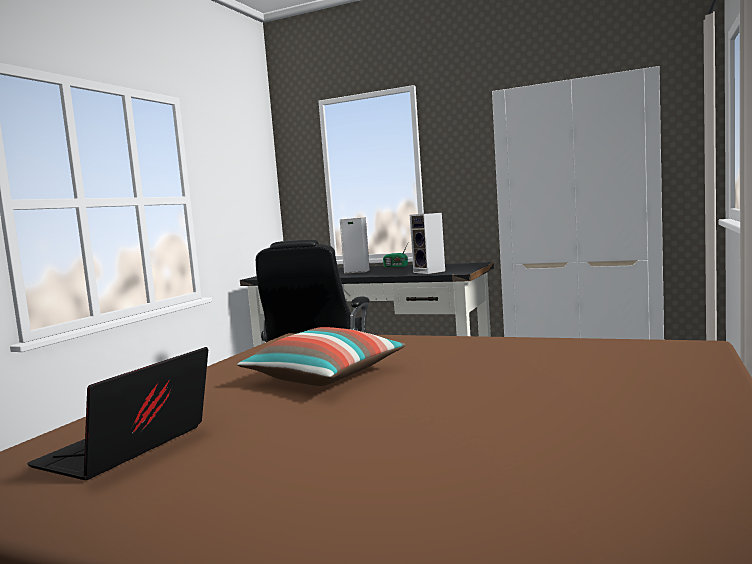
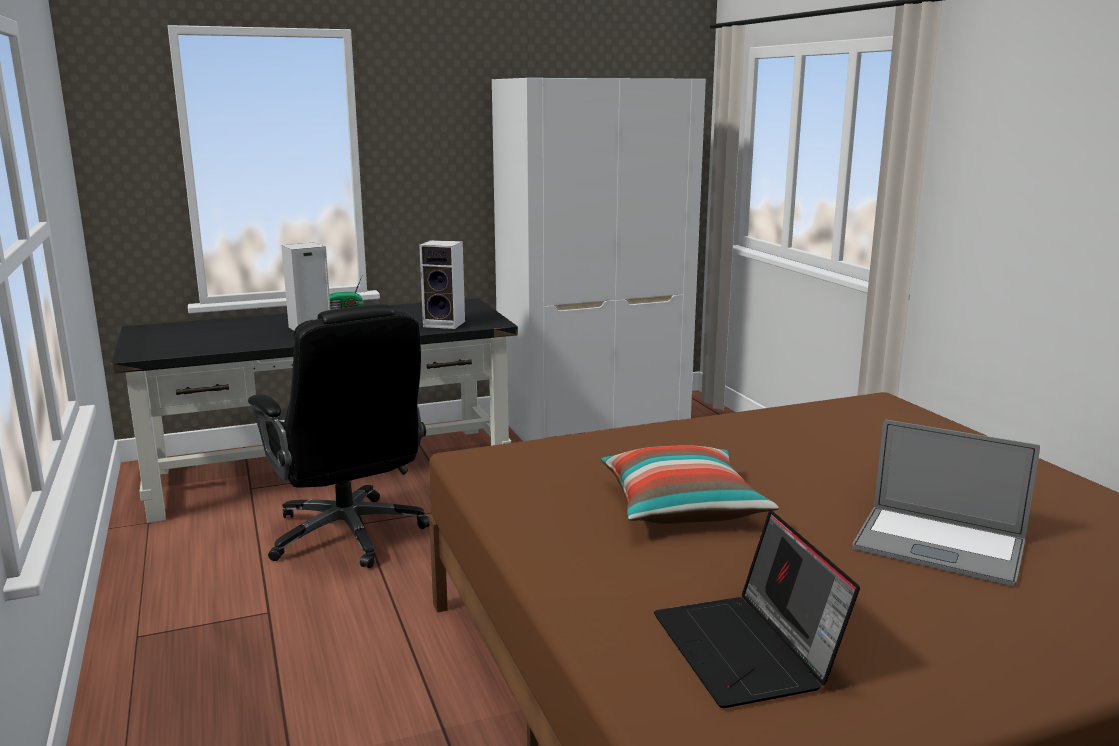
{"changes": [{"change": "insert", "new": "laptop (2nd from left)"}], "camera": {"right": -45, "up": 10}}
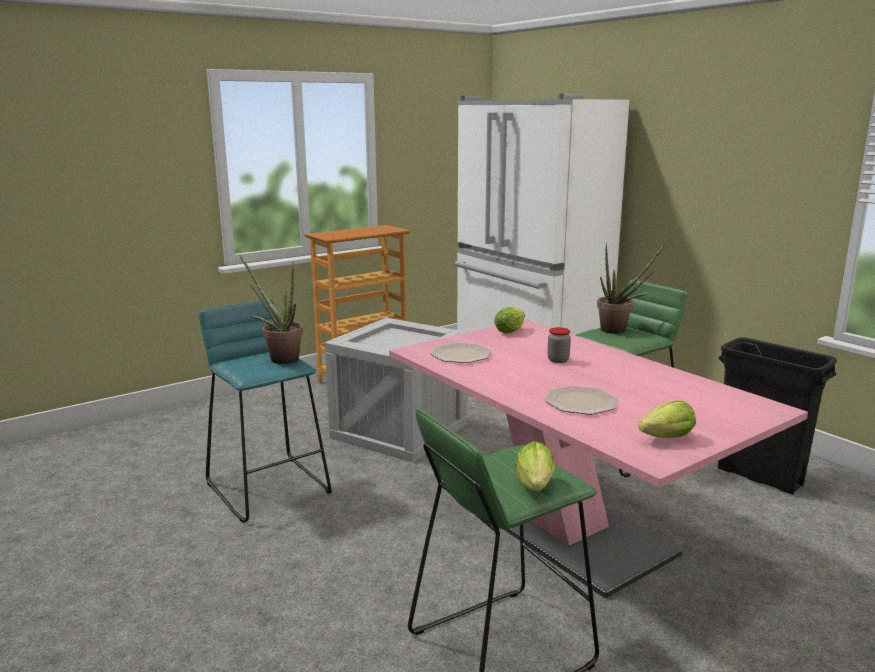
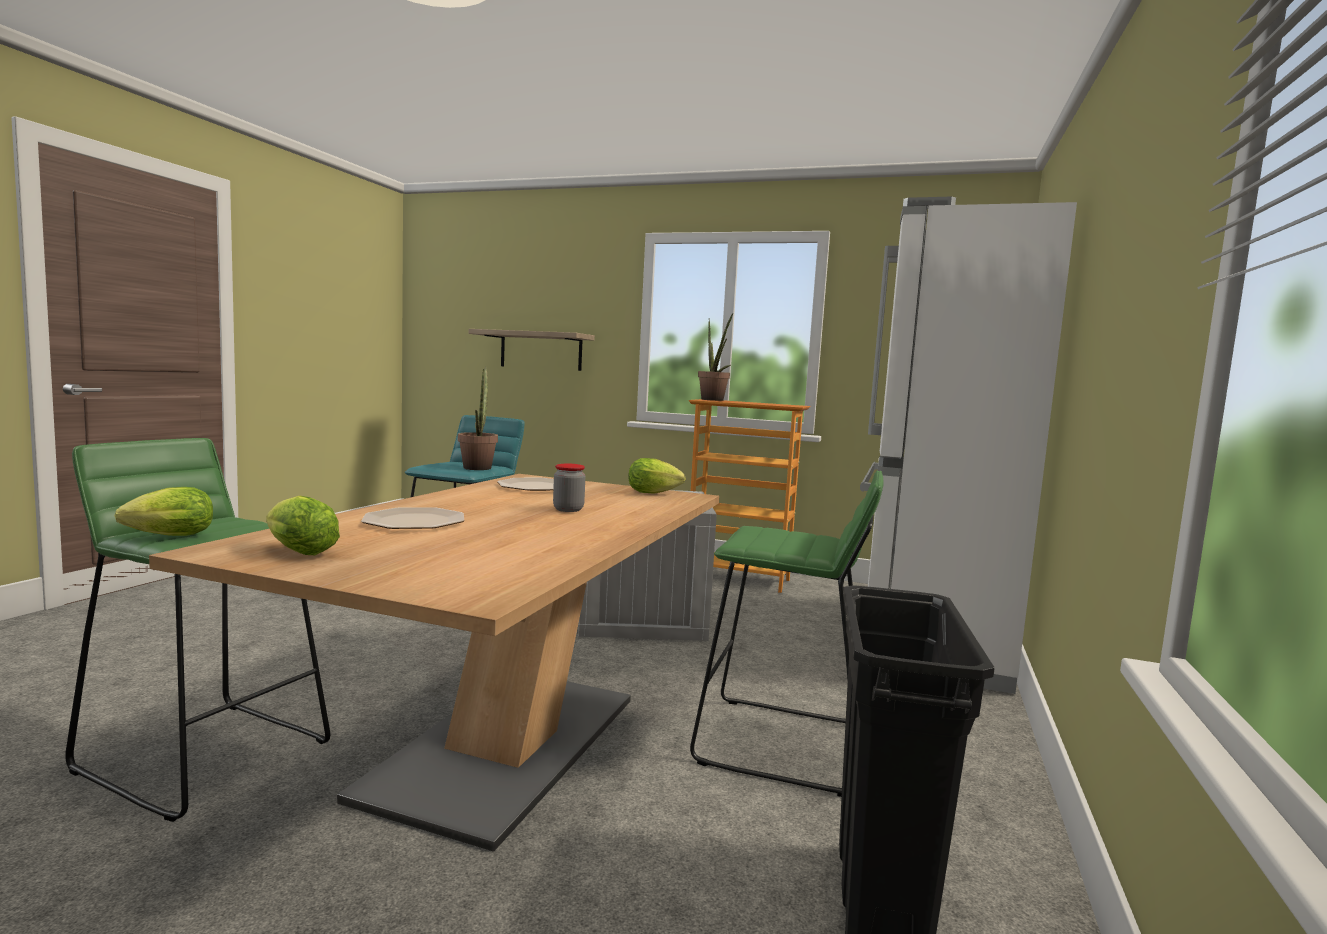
{"changes": [{"change": "recolor", "old": "pink dining table", "new": "brown dining table"}, {"change": "move", "old": "potted plant (2nd from left)"}, {"change": "insert", "new": "shelf"}], "camera": {"right": 55, "up": -10}}
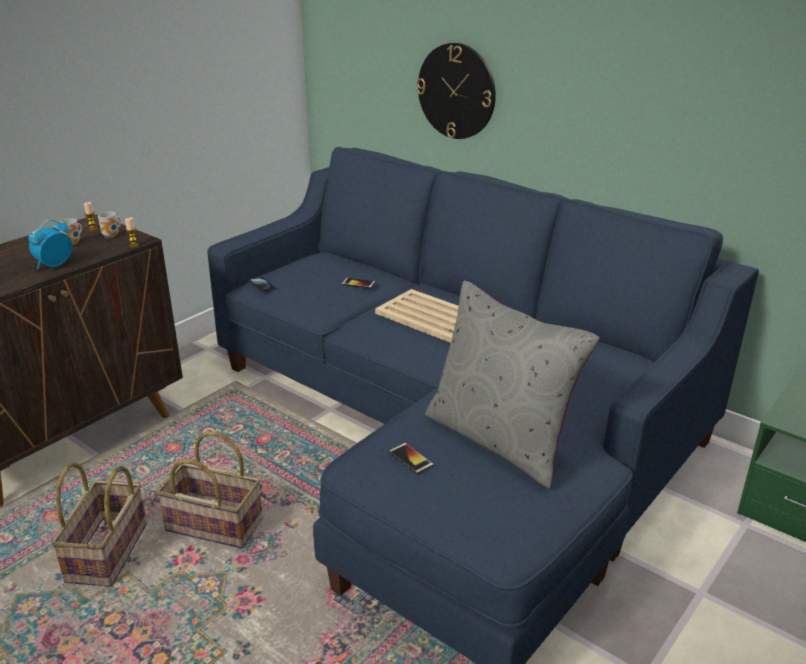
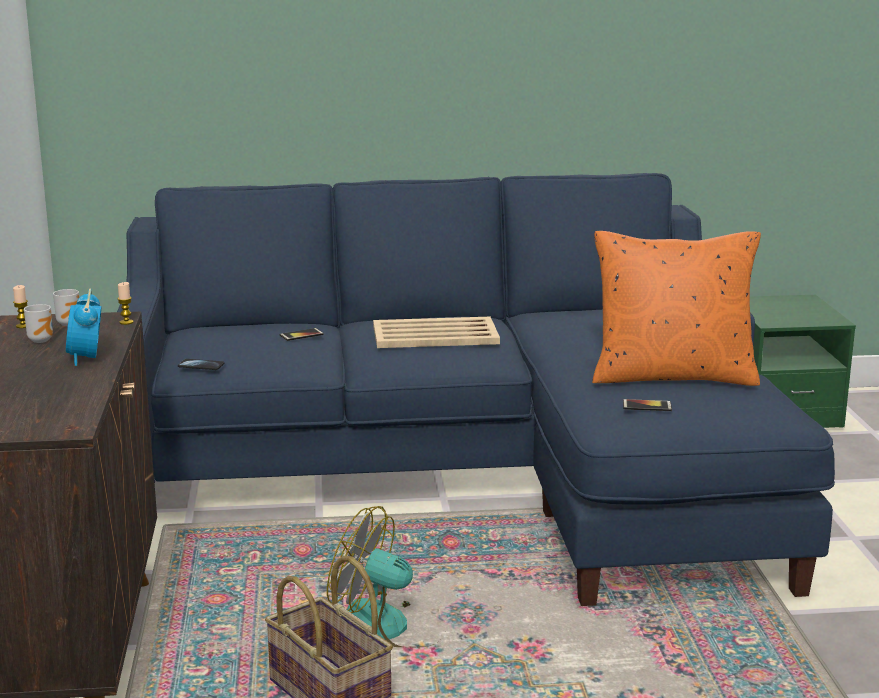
{"changes": [{"change": "replace", "old": "basket (2nd from left)", "new": "fan"}, {"change": "delete", "old": "wall clock"}, {"change": "recolor", "old": "grey pillow", "new": "orange pillow"}], "camera": {"right": -45, "up": -10}}
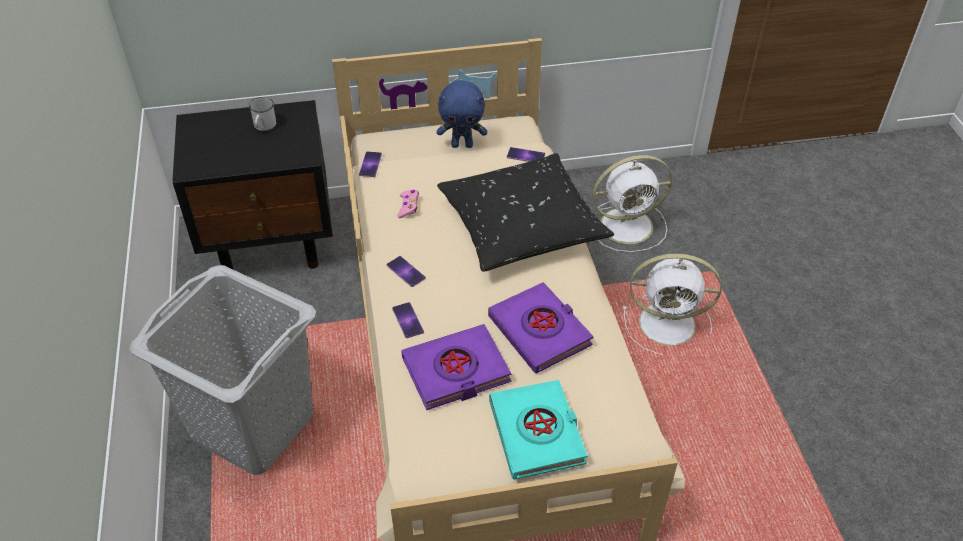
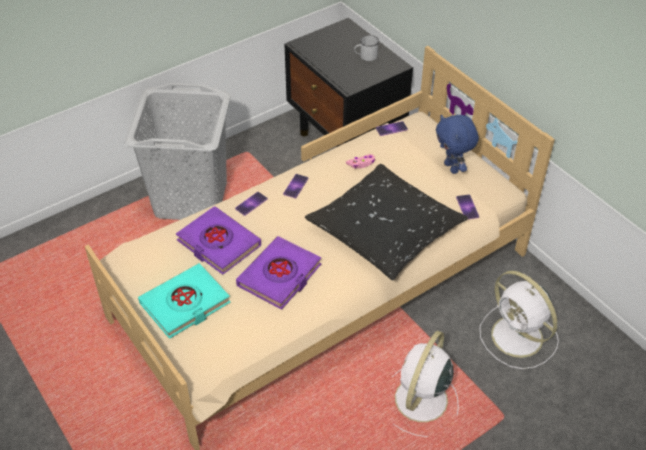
{"changes": [{"change": "rotate", "old": "white fan (2nd from left in the first image)", "degrees": 45}], "camera": {"right": 65, "up": 0}}
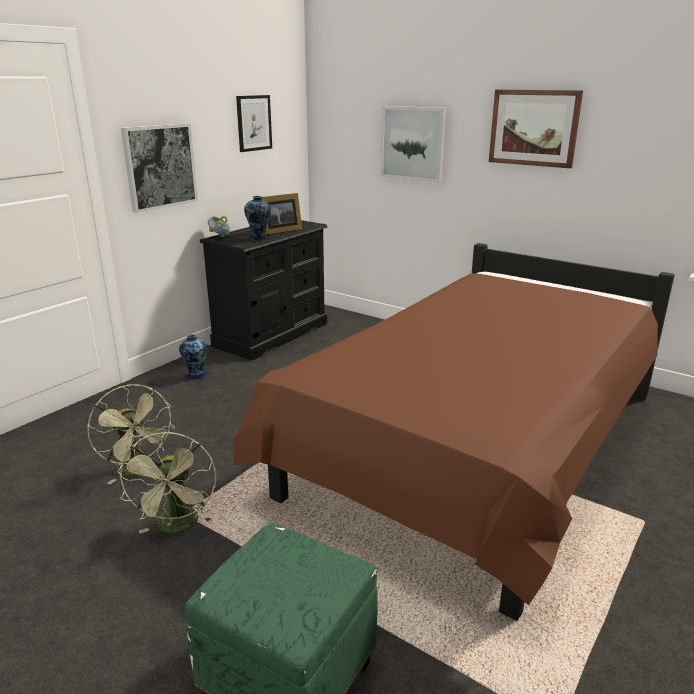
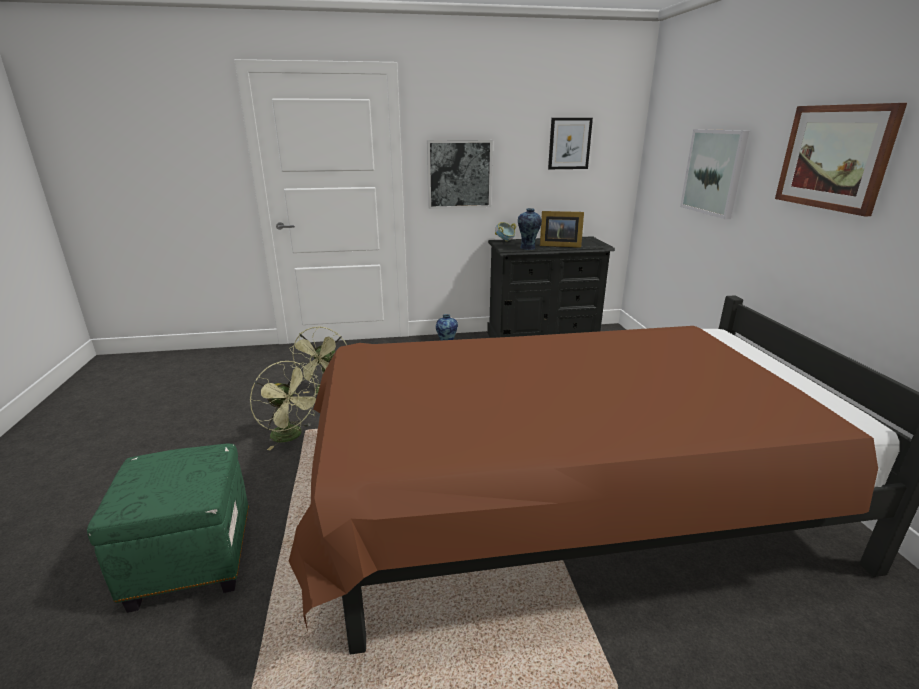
{"changes": [{"change": "rotate", "old": "green fan (2nd from left in the first image)", "degrees": -90}], "camera": {"right": 45, "up": 0}}
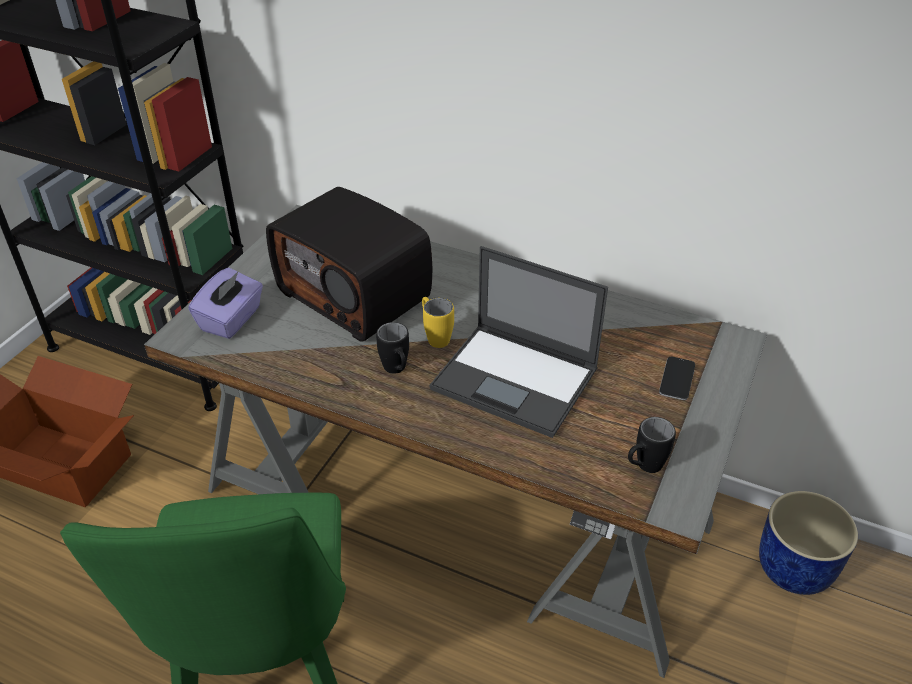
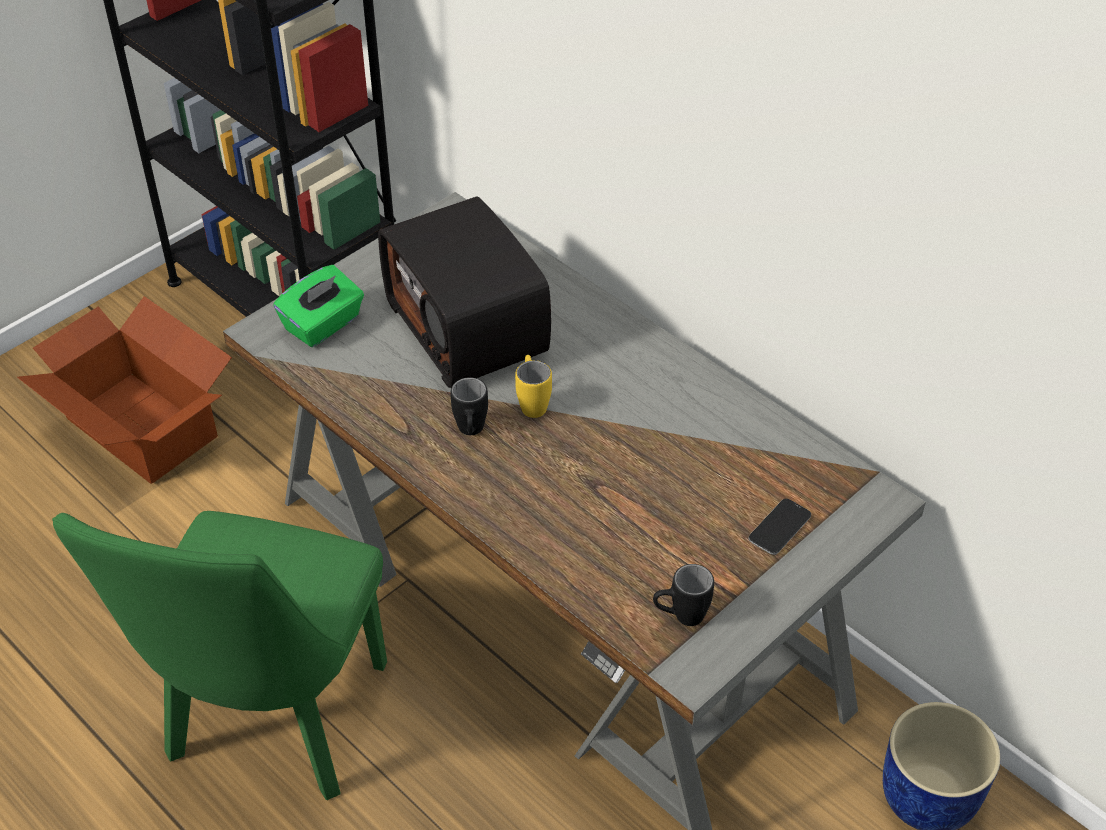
{"changes": [{"change": "recolor", "old": "purple tissue box", "new": "green tissue box"}, {"change": "delete", "old": "laptop"}], "camera": {"right": 20, "up": 5}}
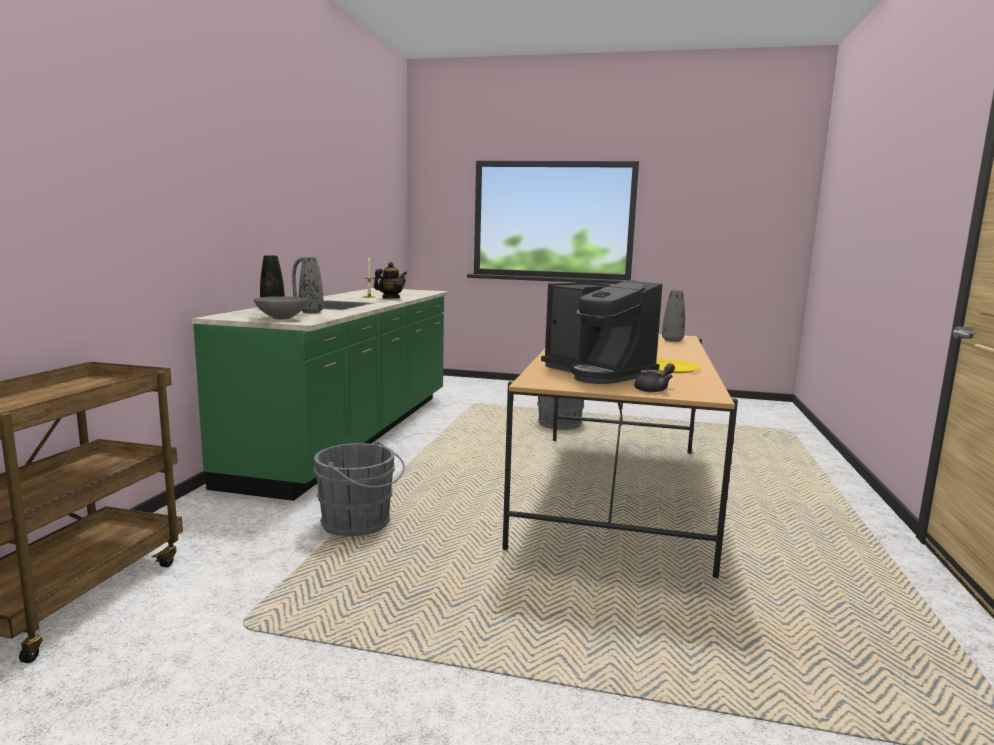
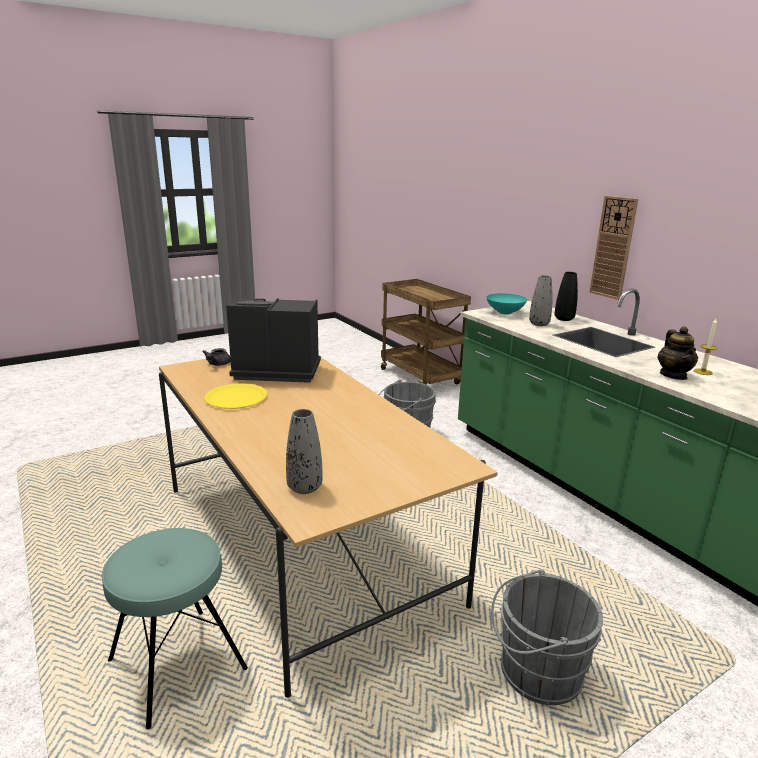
{"changes": [{"change": "recolor", "old": "grey bowl", "new": "turquoise bowl"}, {"change": "insert", "new": "turquoise stool"}, {"change": "insert", "new": "wall clock"}], "camera": {"right": 135, "up": 10}}
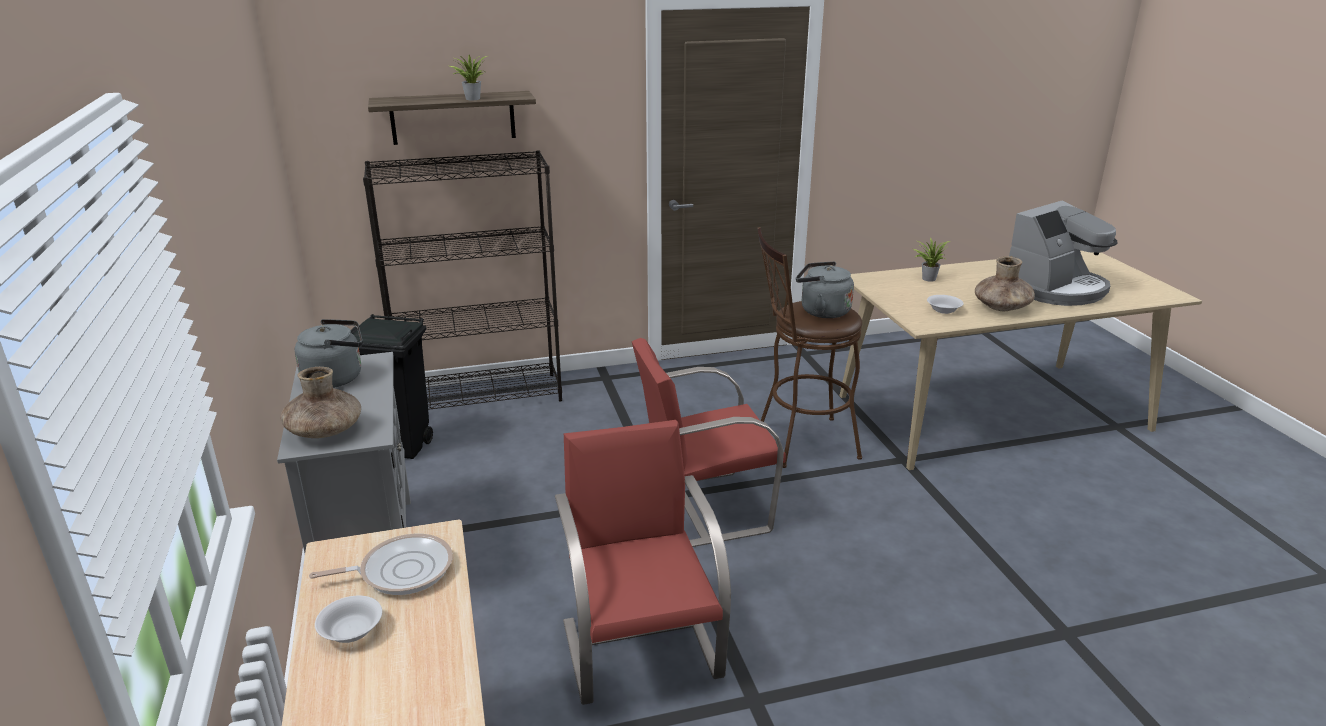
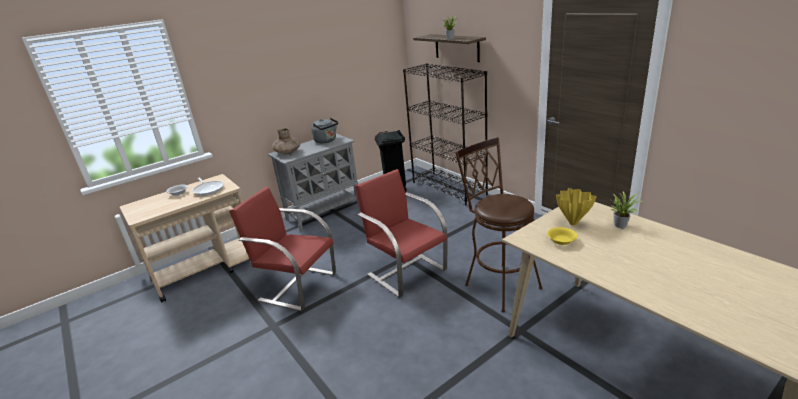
{"changes": [{"change": "rotate", "old": "red chair (1st from left)", "degrees": -120}, {"change": "delete", "old": "grey kettle (2nd from left)"}, {"change": "recolor", "old": "white bowl (2nd from left)", "new": "yellow bowl"}, {"change": "delete", "old": "brown vase (2nd from left)"}, {"change": "delete", "old": "coffee machine"}, {"change": "insert", "new": "yellow vase"}], "camera": {"right": 70, "up": 0}}
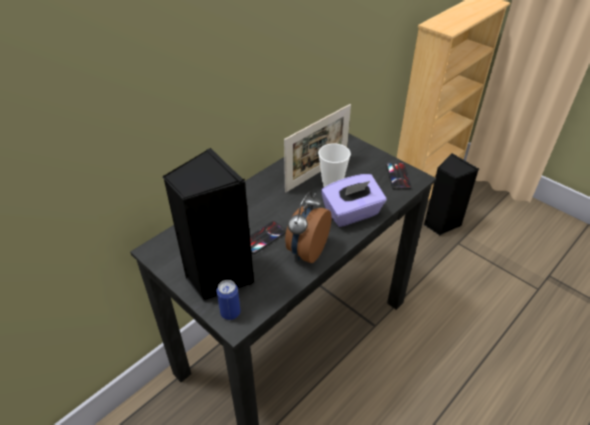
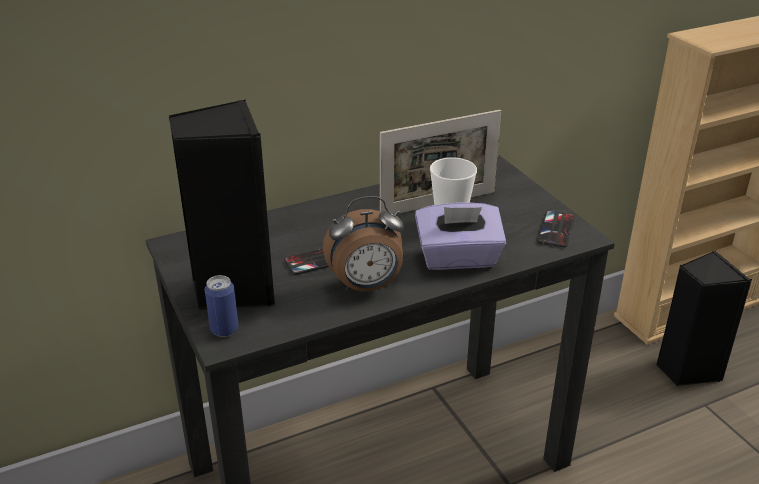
{"changes": [{"change": "rotate", "old": "alarm clock", "degrees": -150}], "camera": {"right": 20, "up": -10}}
